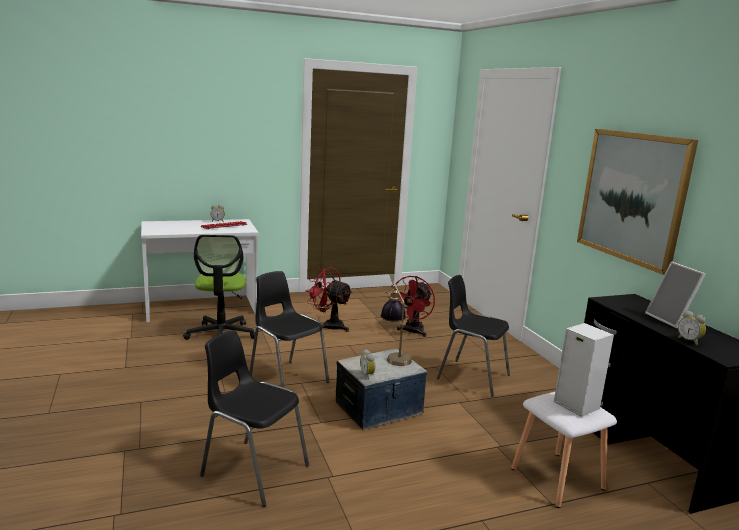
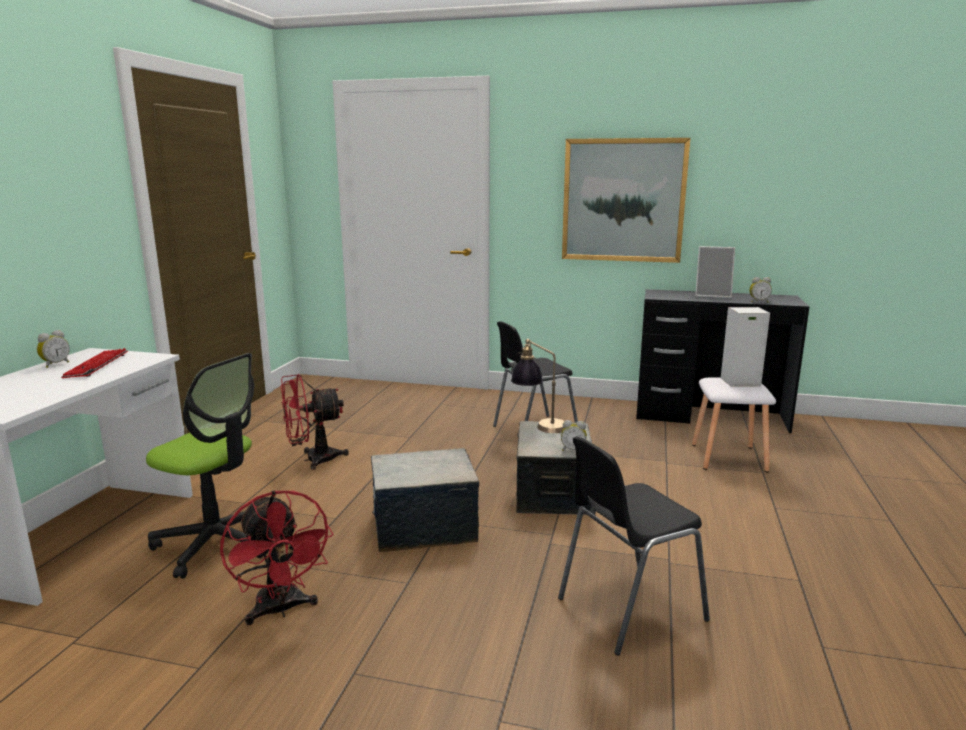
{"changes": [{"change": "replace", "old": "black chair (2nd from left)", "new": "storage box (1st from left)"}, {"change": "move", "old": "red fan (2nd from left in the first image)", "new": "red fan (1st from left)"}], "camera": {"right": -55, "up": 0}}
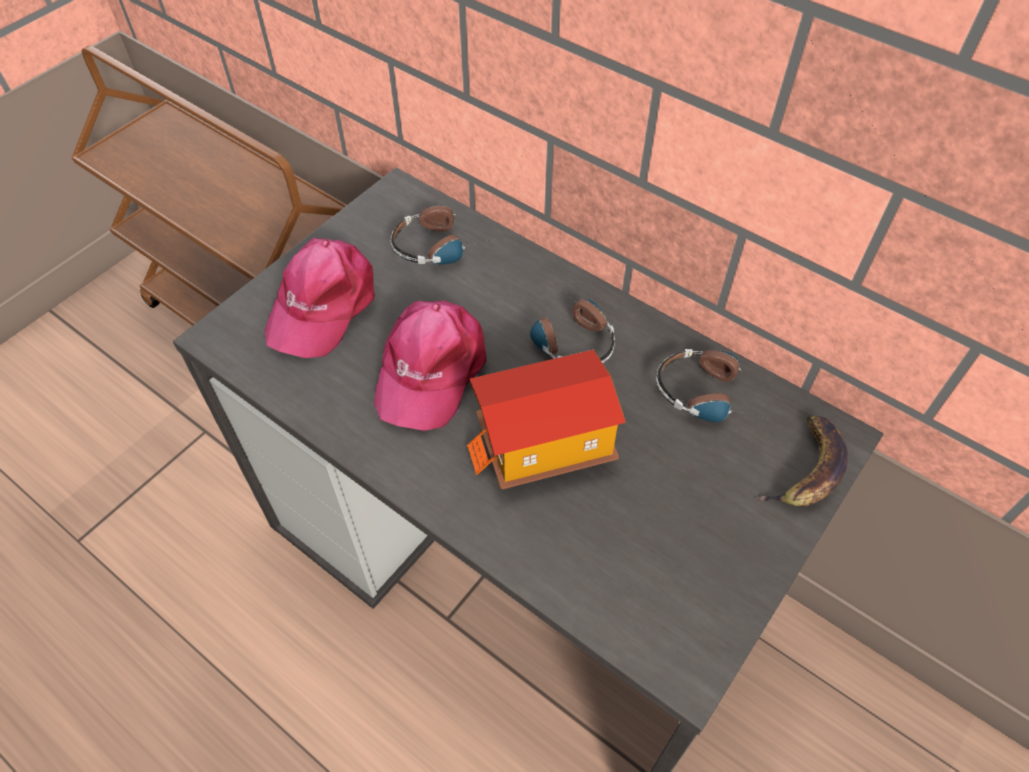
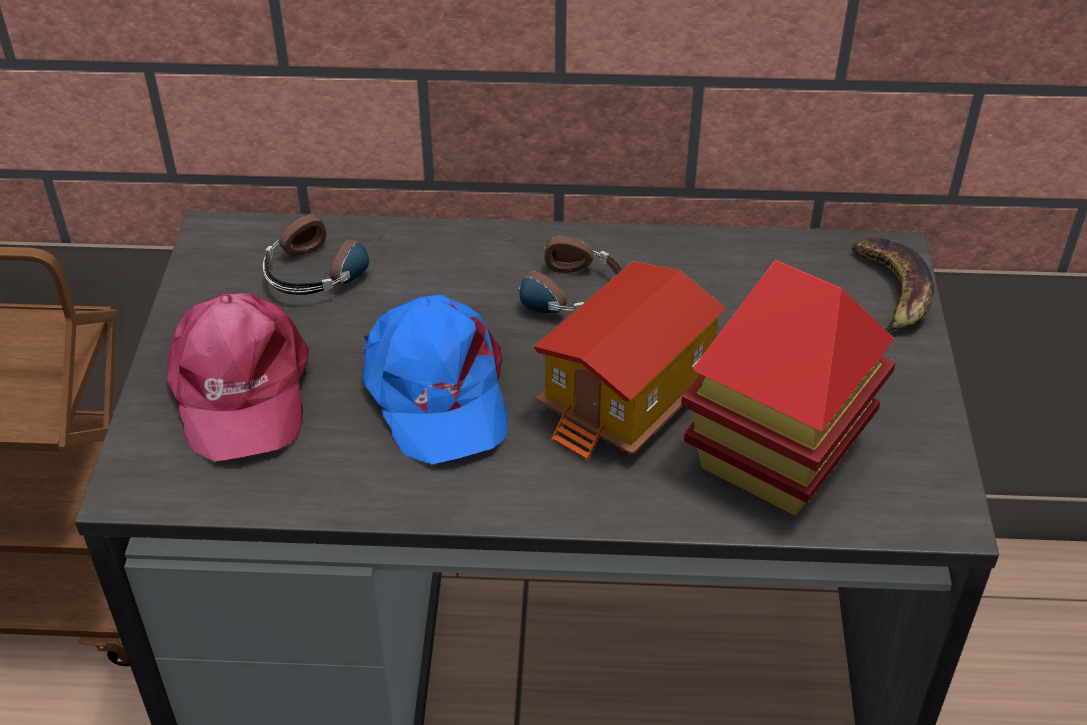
{"changes": [{"change": "recolor", "old": "pink cap (2nd from left)", "new": "blue cap"}, {"change": "delete", "old": "headphones (3rd from left)"}, {"change": "insert", "new": "toy house (2nd from left)"}], "camera": {"right": -35, "up": -10}}
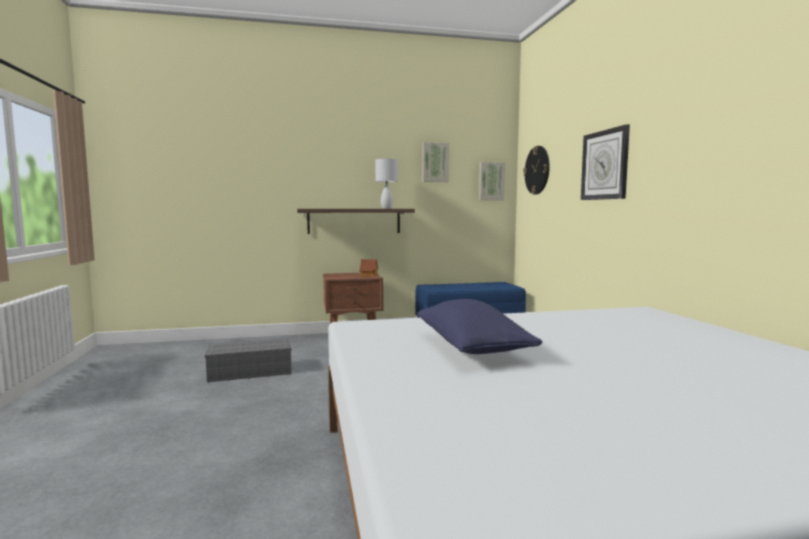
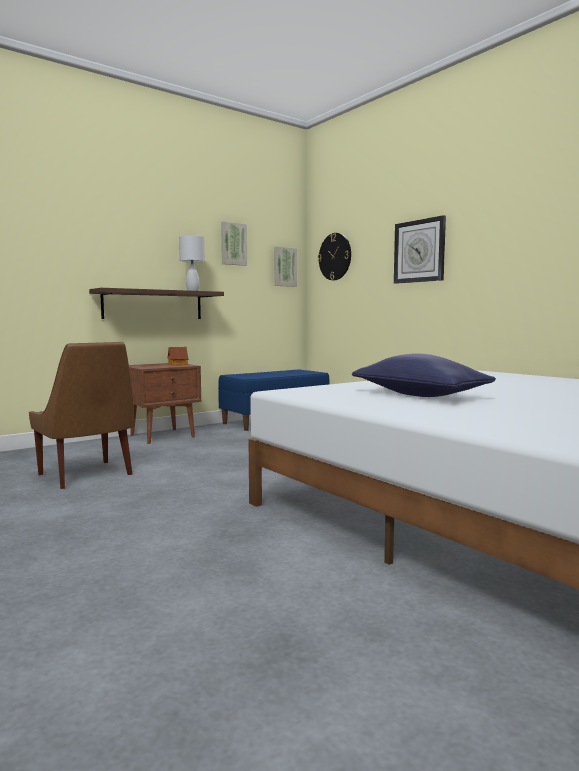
{"changes": [{"change": "replace", "old": "grey storage box", "new": "brown chair"}], "camera": {"right": -25, "up": 0}}
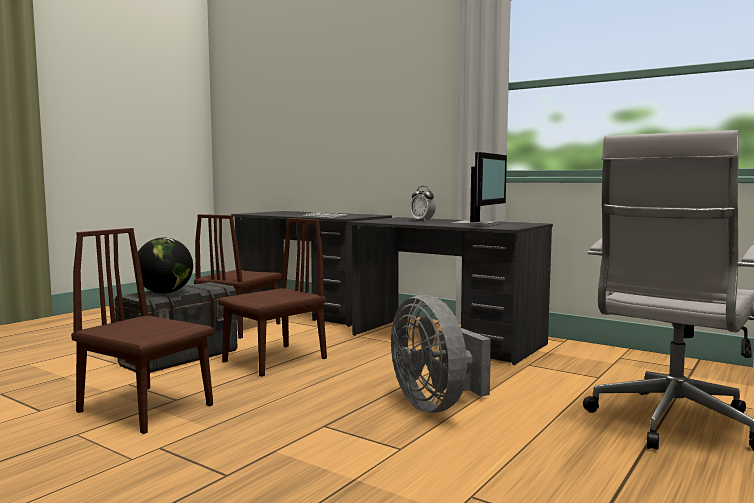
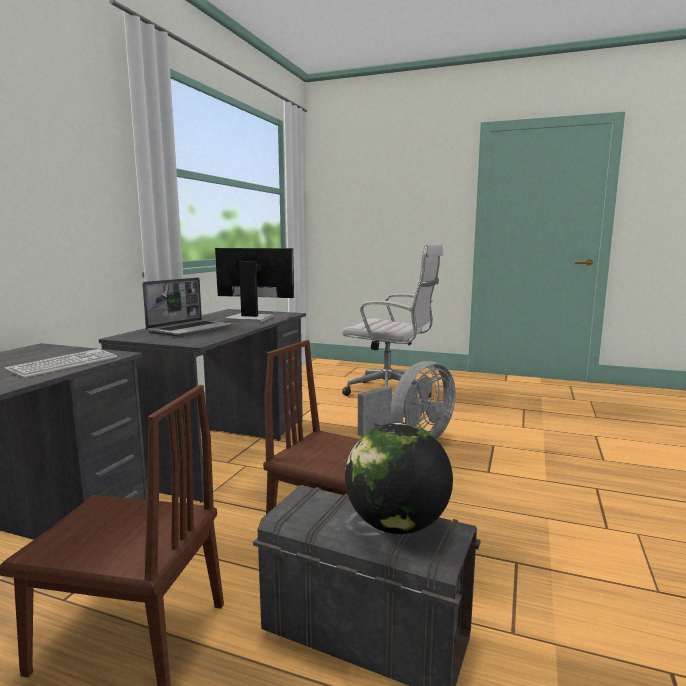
{"changes": [{"change": "delete", "old": "brown chair (1st from left)"}, {"change": "replace", "old": "alarm clock", "new": "laptop"}], "camera": {"right": -105, "up": 5}}
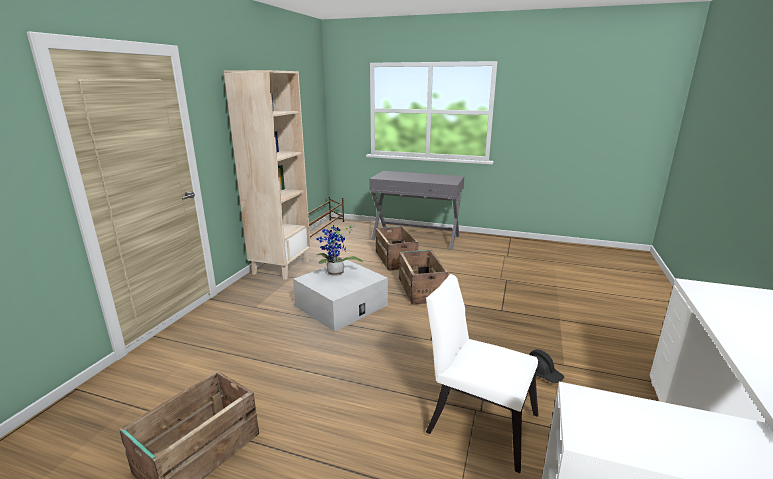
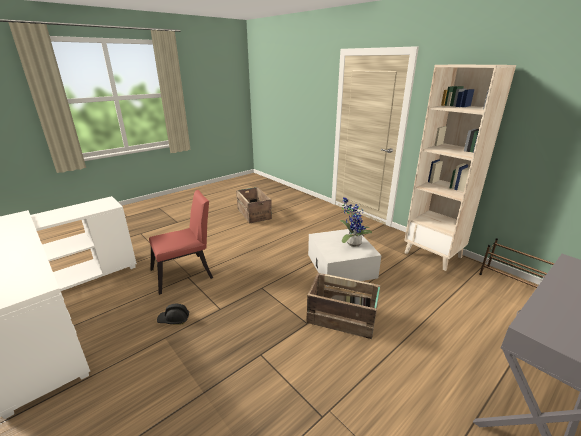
{"changes": [{"change": "delete", "old": "crate (2nd from left)"}, {"change": "recolor", "old": "white chair", "new": "red chair"}], "camera": {"right": 120, "up": 5}}
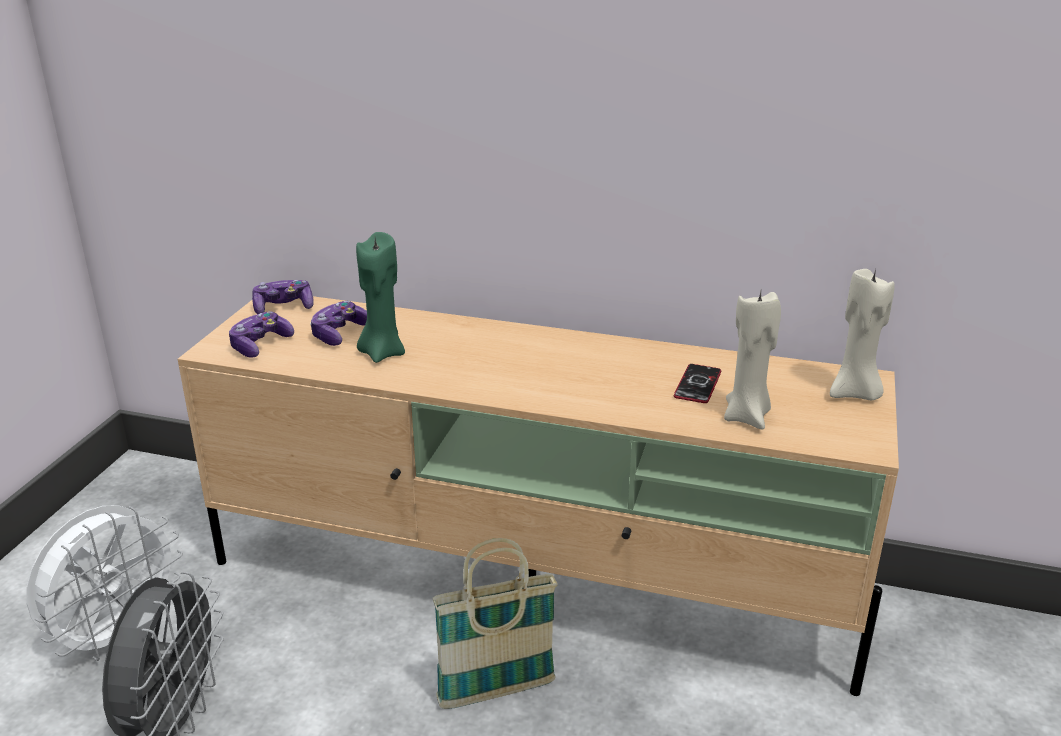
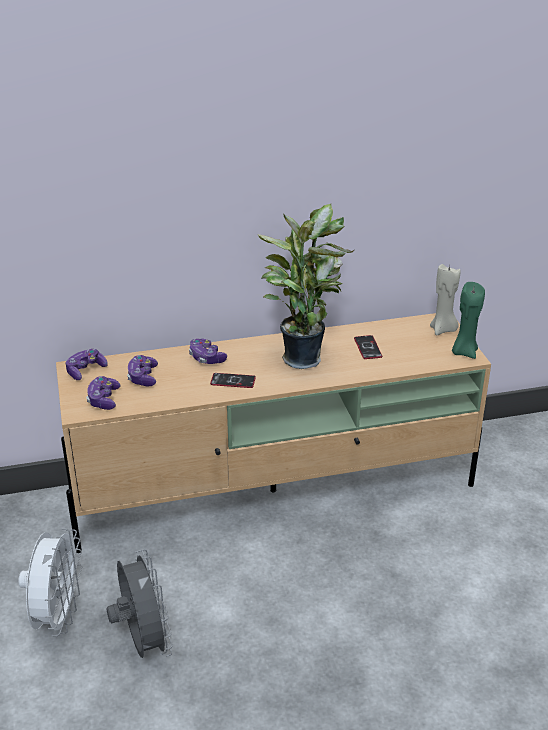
{"changes": [{"change": "move", "old": "green candle"}, {"change": "delete", "old": "basket"}, {"change": "delete", "old": "beige candle (1st from left)"}, {"change": "insert", "new": "game controller (4th from left)"}, {"change": "insert", "new": "phone (1st from left)"}, {"change": "insert", "new": "potted plant"}], "camera": {"right": -30, "up": 5}}
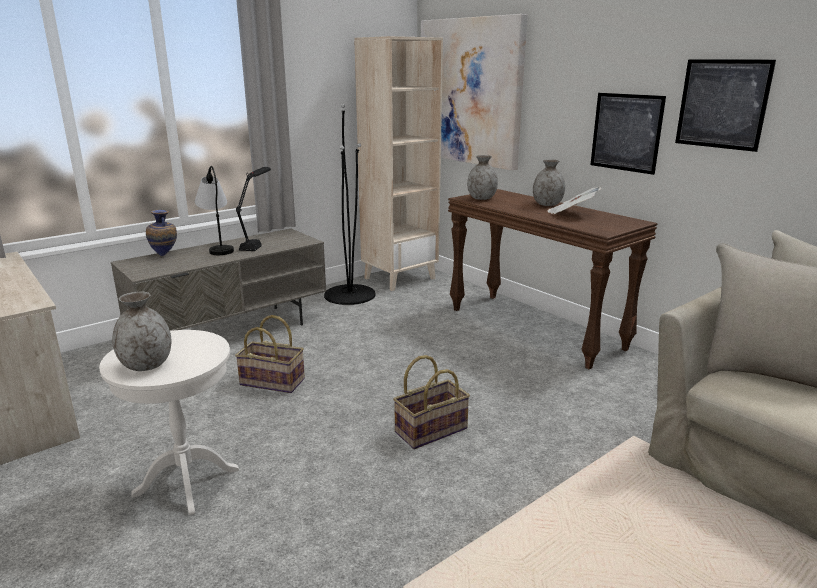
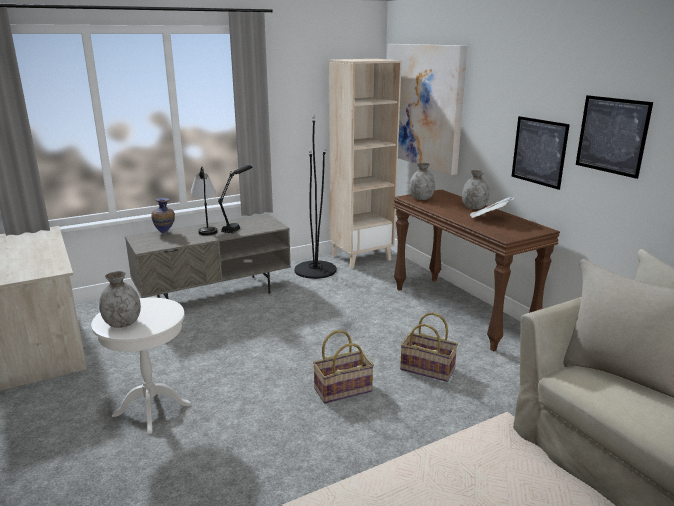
{"changes": [{"change": "move", "old": "basket (1st from left in the first image)", "new": "basket (2nd from left)"}], "camera": {"right": 10, "up": 0}}
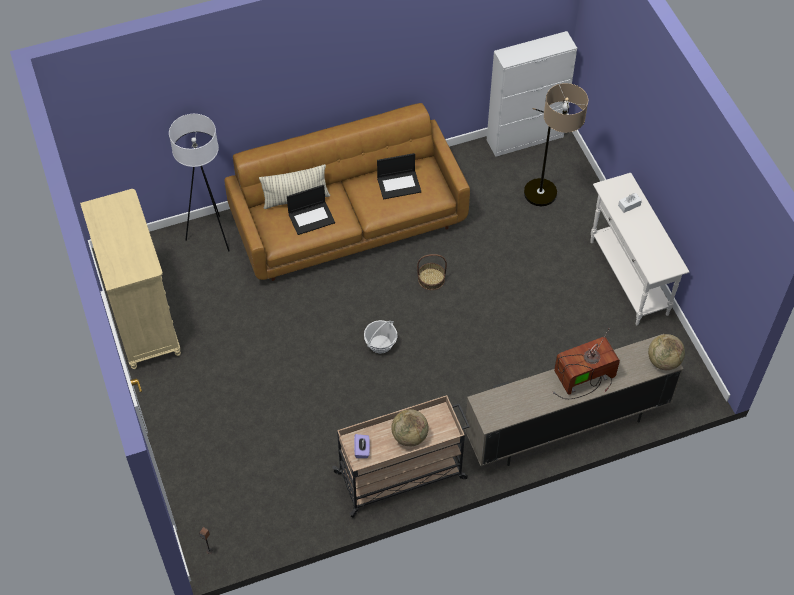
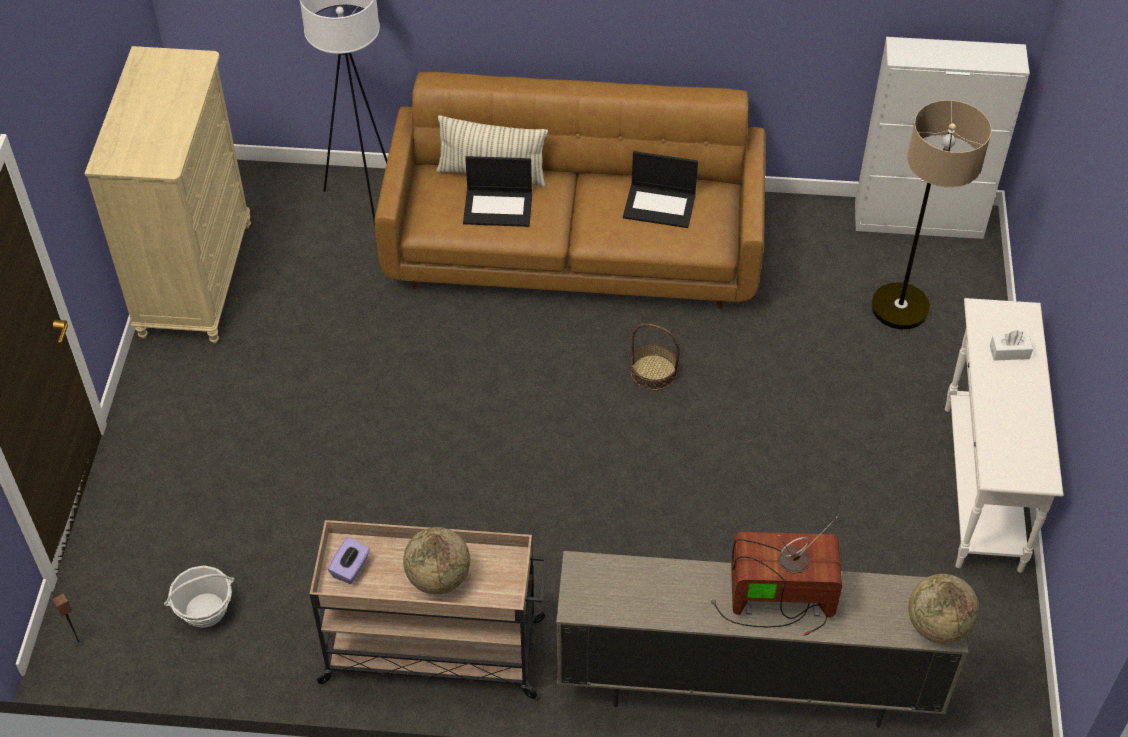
{"changes": [{"change": "move", "old": "basket (1st from left)"}], "camera": {"right": 25, "up": -5}}
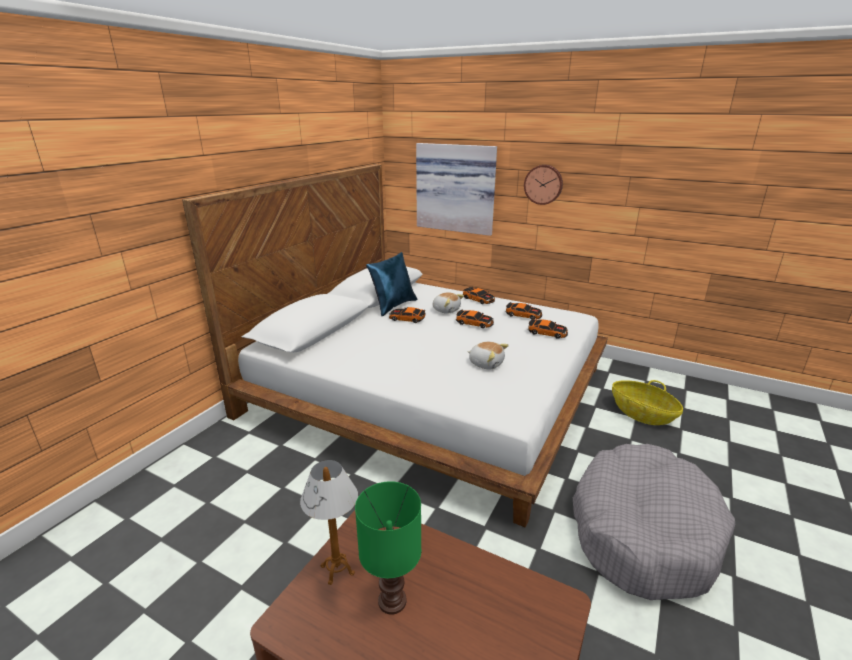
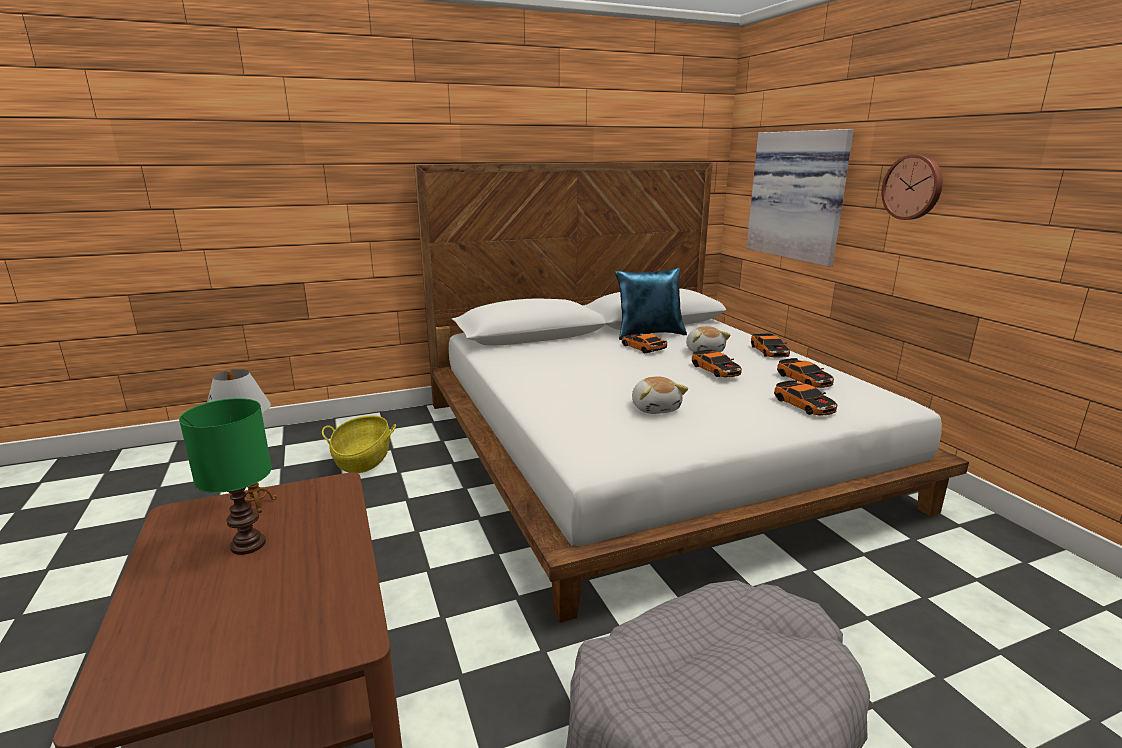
{"changes": [{"change": "move", "old": "basket"}], "camera": {"right": 40, "up": -5}}
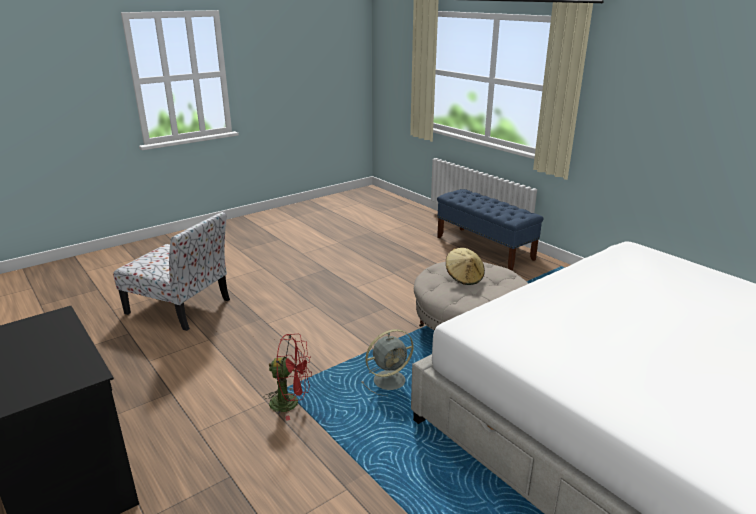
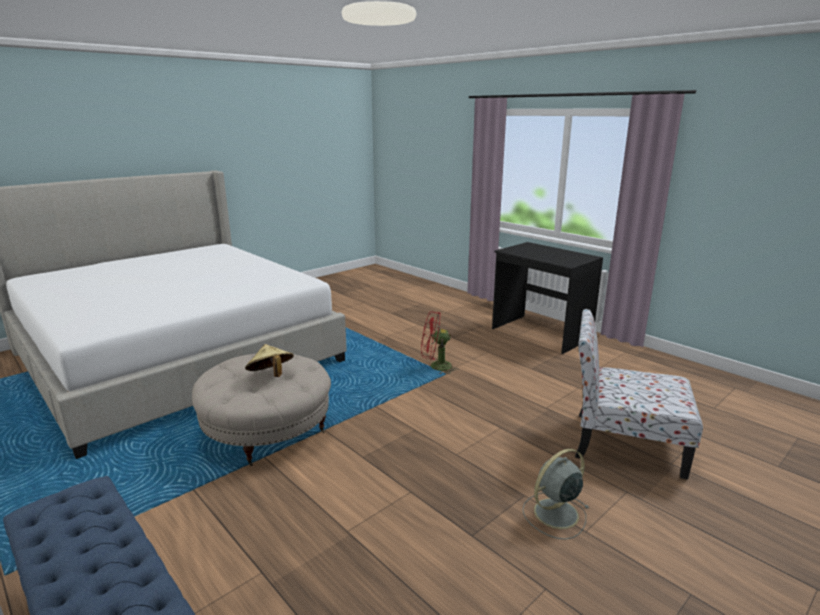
{"changes": [{"change": "move", "old": "grey fan"}], "camera": {"right": 175, "up": -5}}
